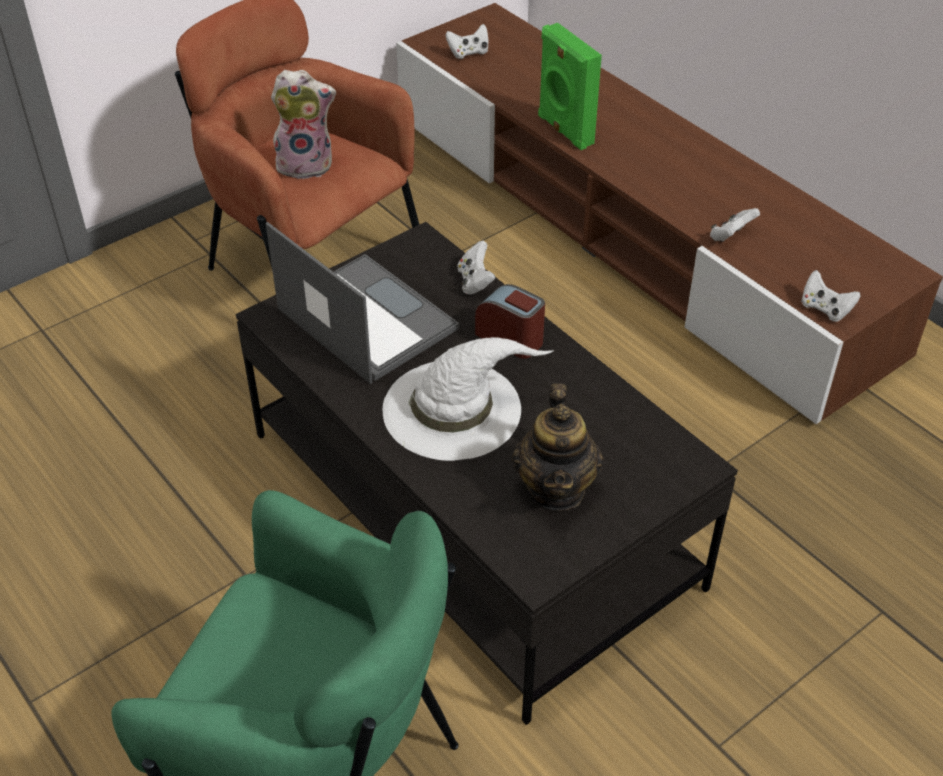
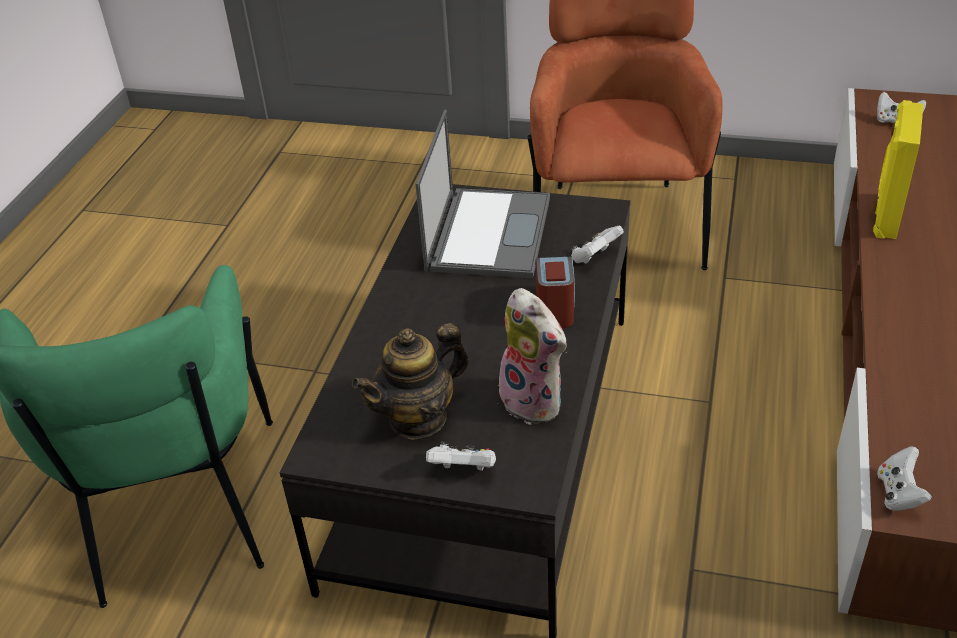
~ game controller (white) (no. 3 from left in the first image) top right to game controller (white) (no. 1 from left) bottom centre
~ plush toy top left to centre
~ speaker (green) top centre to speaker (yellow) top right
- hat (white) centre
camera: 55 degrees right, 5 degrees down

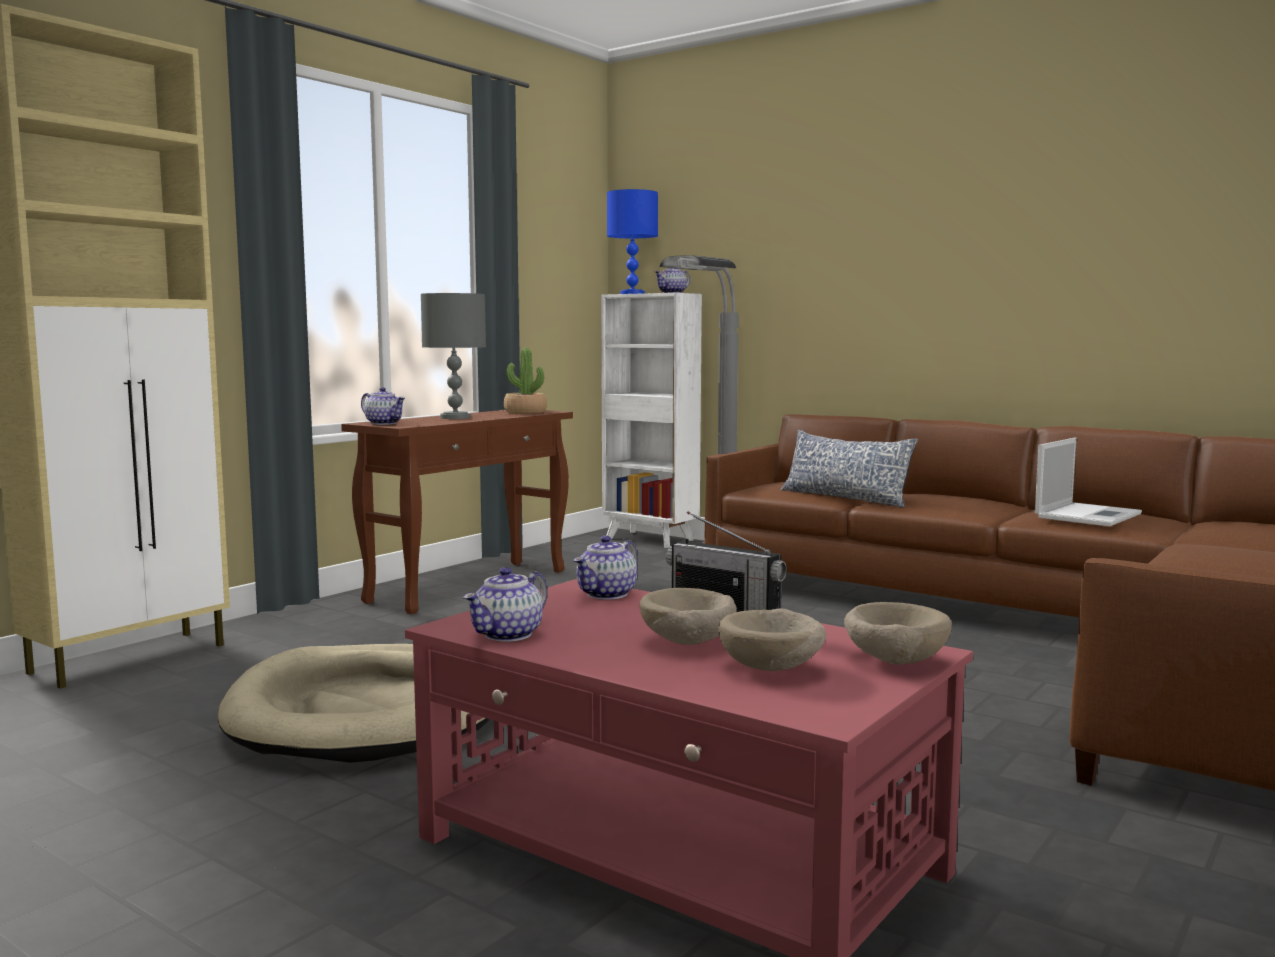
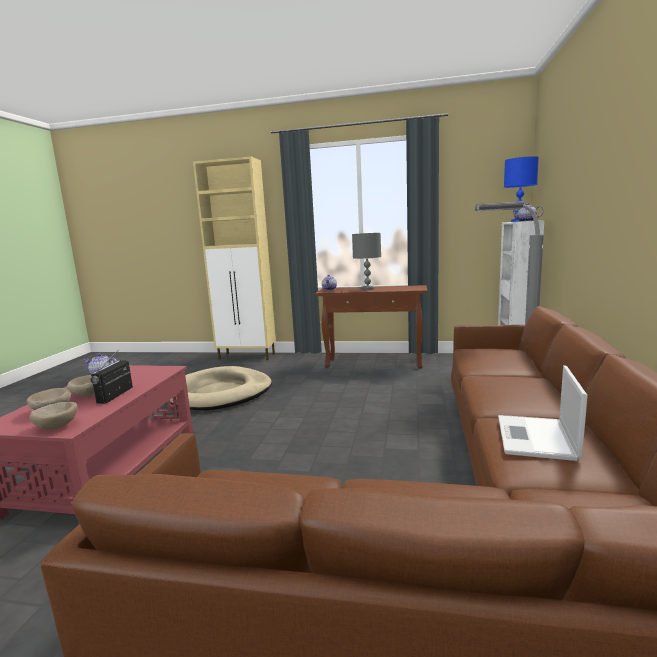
~ laptop middle right = middle right 90 degrees clockwise
- potted plant centre
- teapot (no. 3 from left) centre
- pillow centre
camera: 65 degrees right, 5 degrees up

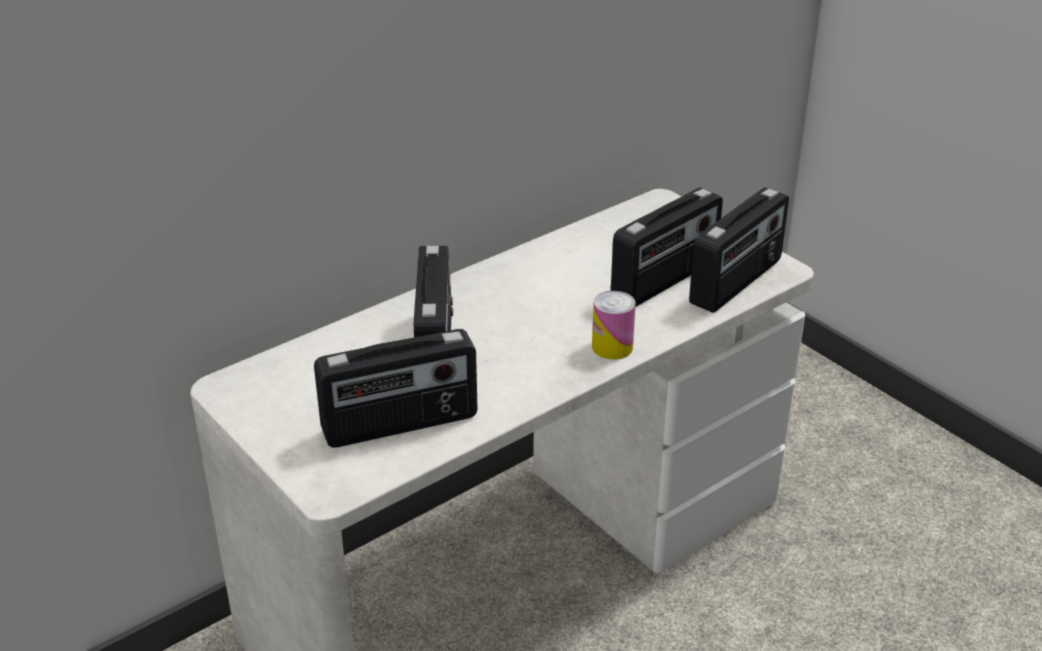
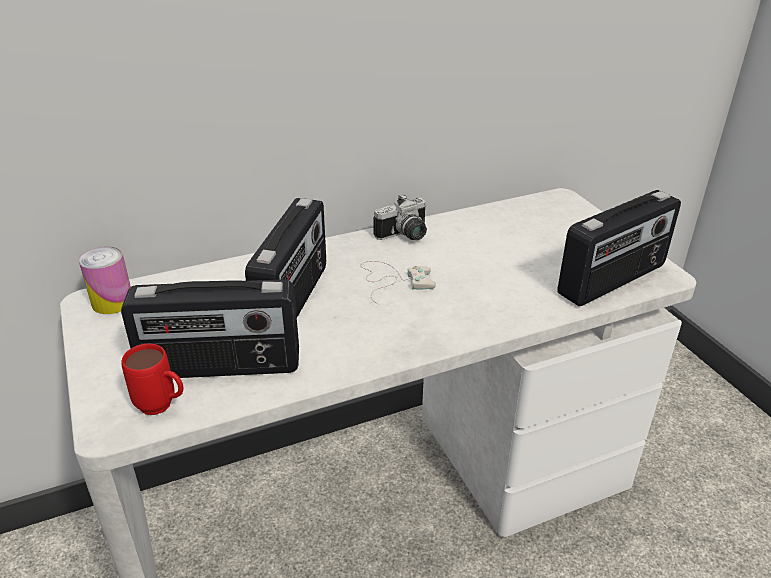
~ can centre to middle left
+ mug (red) middle left
+ game controller (white) centre
+ photo camera centre
- radio (no. 3 from left) centre
camera: 15 degrees right, 0 degrees up

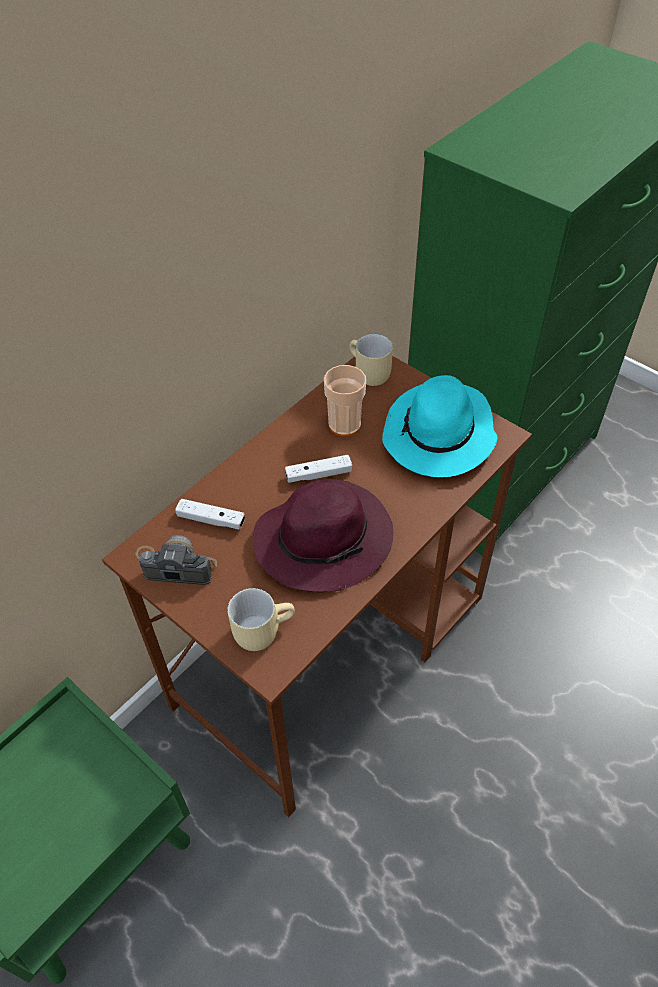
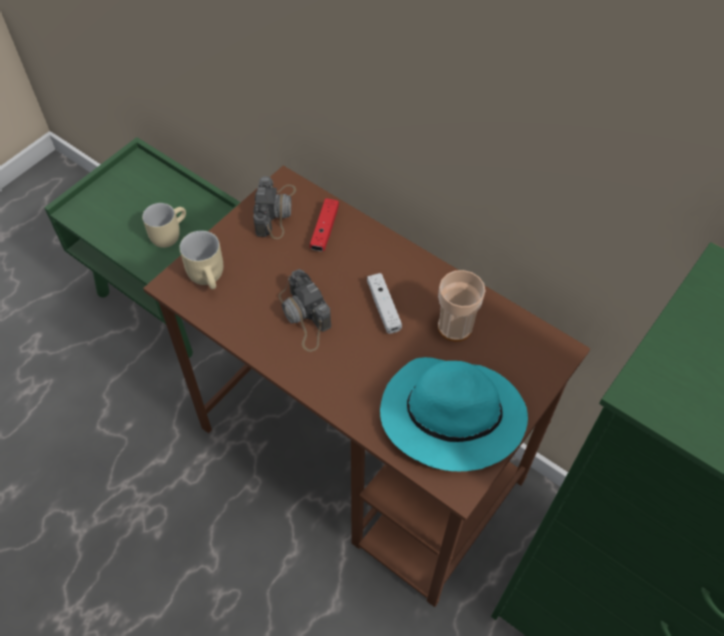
~ mug (beige) (no. 2 from left in the first image) centre to mug (beige) (no. 1 from left) middle left
~ hat (purple) centre to photo camera (no. 2 from left) centre
~ game controller (white) (no. 1 from left) middle left to game controller (red) centre
camera: 85 degrees right, 5 degrees up

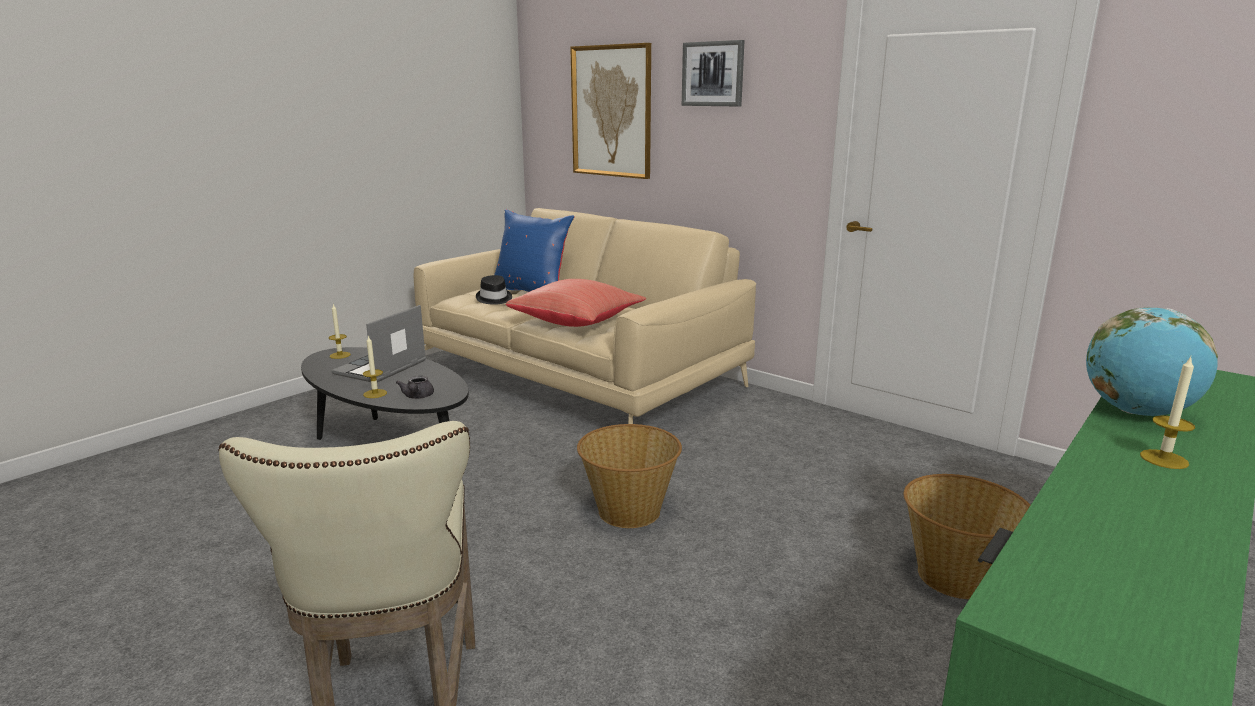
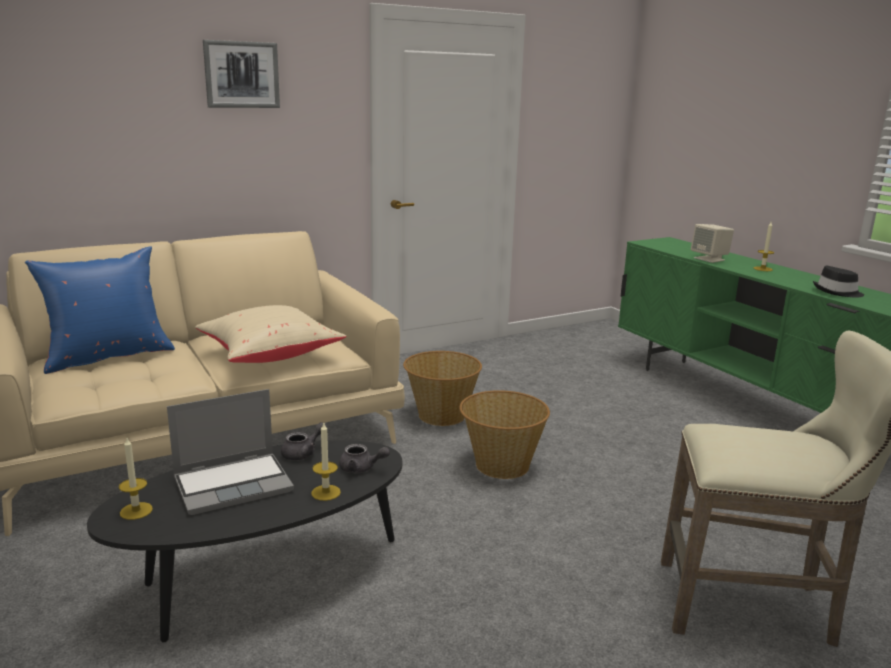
~ laptop middle left = bottom left 75 degrees counterclockwise
~ pillow (red) centre to pillow (beige) middle left
+ teapot (grey) (no. 1 from left) centre
~ basket (no. 2 from left in the first image) bottom right to basket (no. 1 from left) centre
~ globe middle right to speaker (beige) middle right
~ hat (black) centre to middle right
- picture (no. 1 from left) top centre
camera: 70 degrees left, 0 degrees up

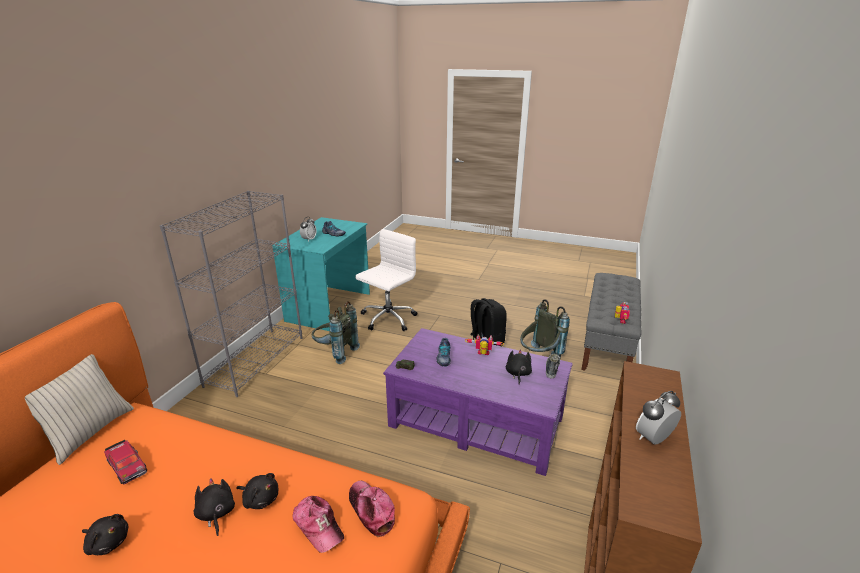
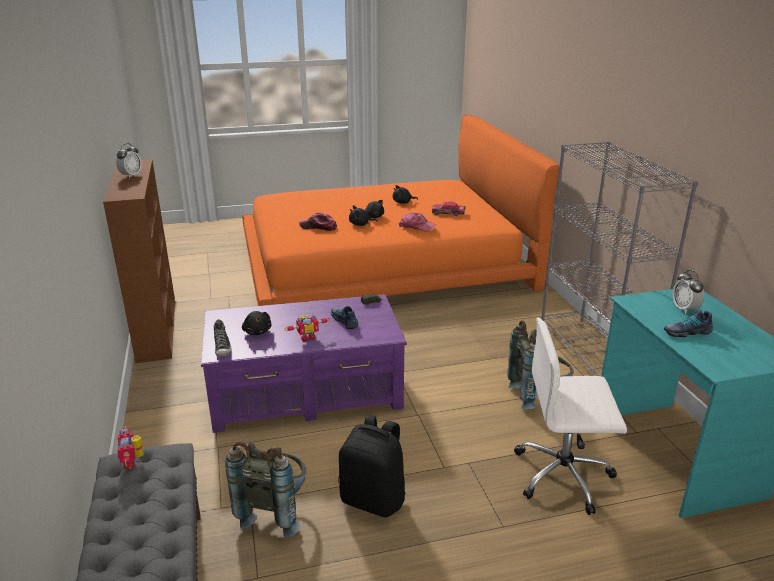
~ cap (no. 2 from left) bottom centre to centre
~ office chair (white) centre = bottom right 90 degrees clockwise
- pillow (beige) bottom left
camera: 145 degrees right, 0 degrees up

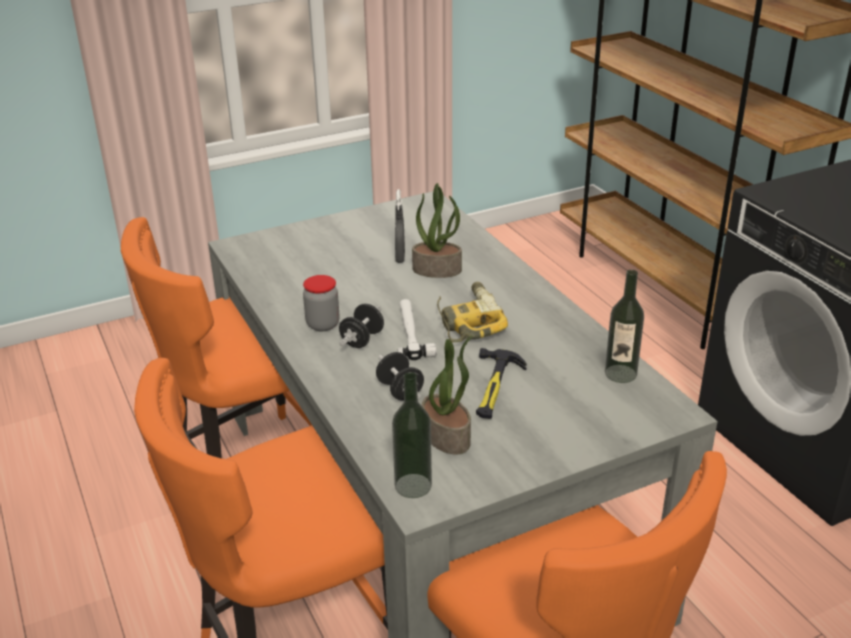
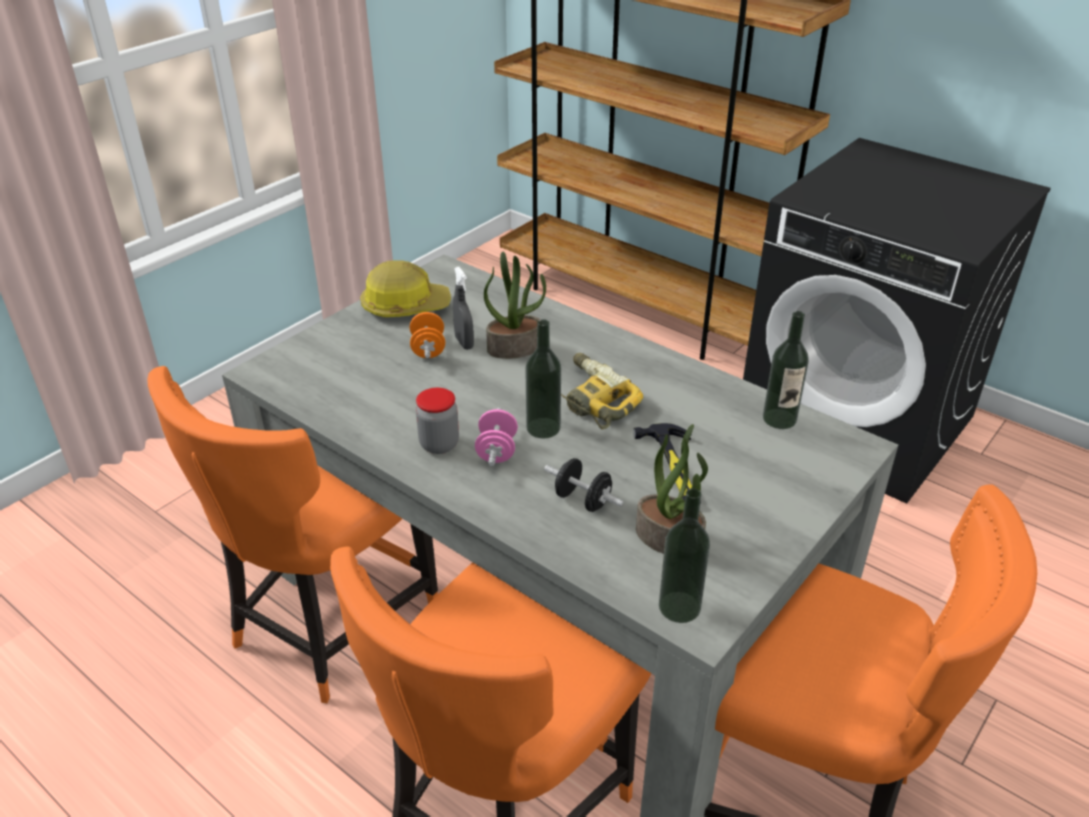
+ hard hat centre
+ dumbbell (orange) centre
~ dumbbell (black) (no. 1 from left) centre to dumbbell (pink) centre
~ hammer (no. 1 from left) centre to bottle (no. 1 from left) centre
camera: 25 degrees left, 5 degrees up

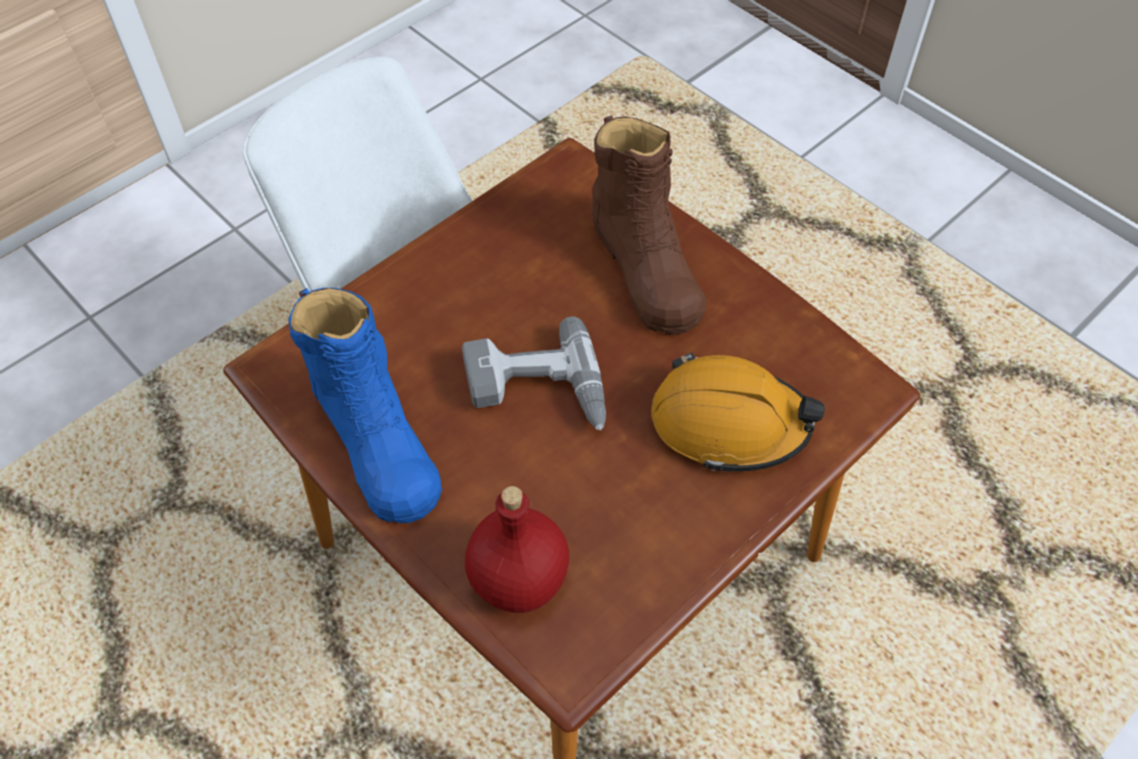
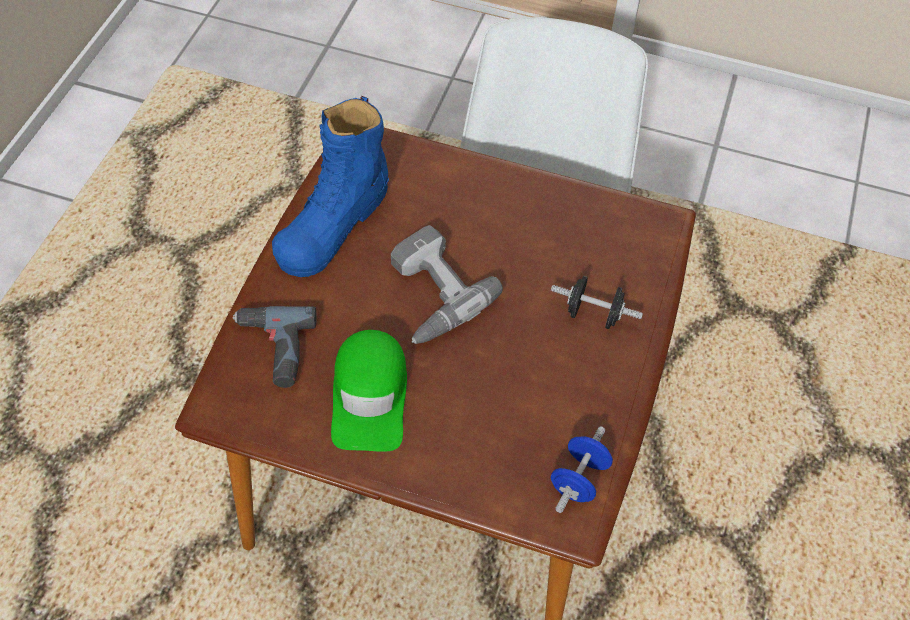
~ bottle (red) bottom centre to power drill (no. 1 from left) middle left
+ cap (green) centre
~ boot (brown) top centre to dumbbell (black) centre
+ dumbbell (blue) bottom centre
- hard hat (orange) centre
camera: 60 degrees right, 0 degrees up

